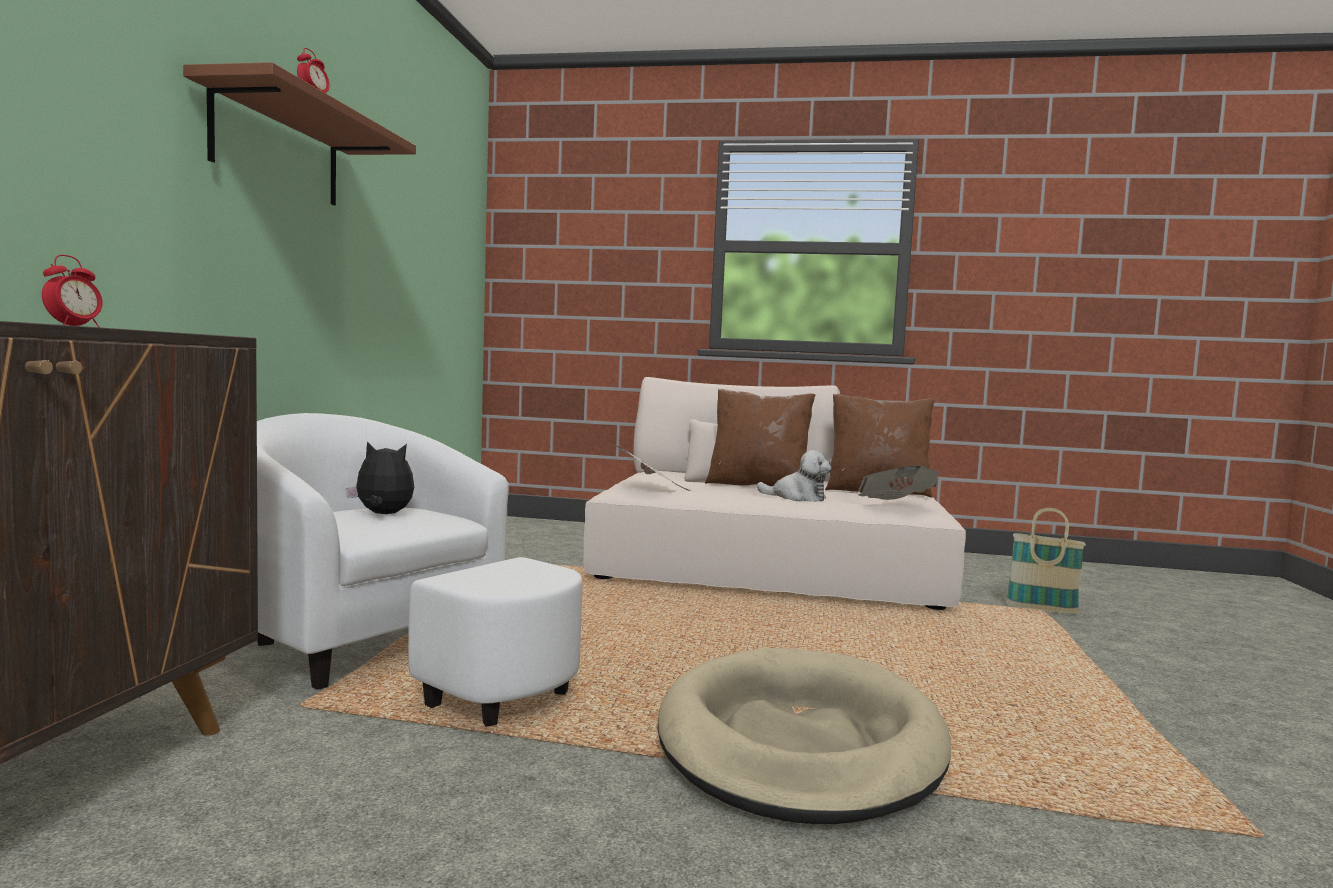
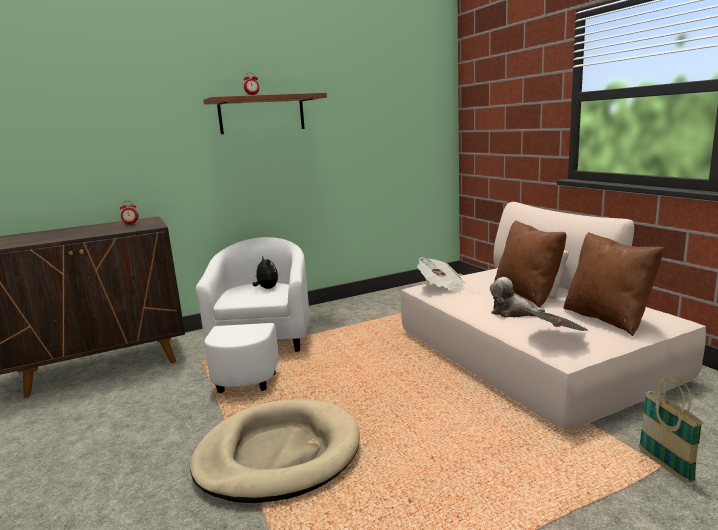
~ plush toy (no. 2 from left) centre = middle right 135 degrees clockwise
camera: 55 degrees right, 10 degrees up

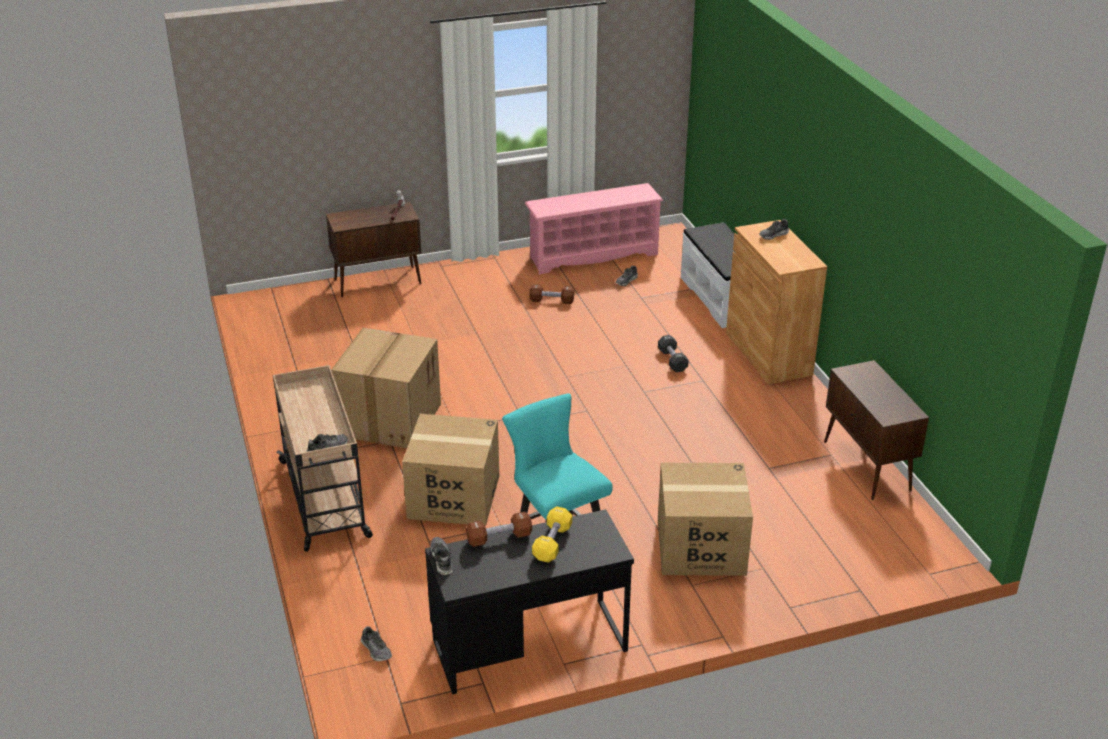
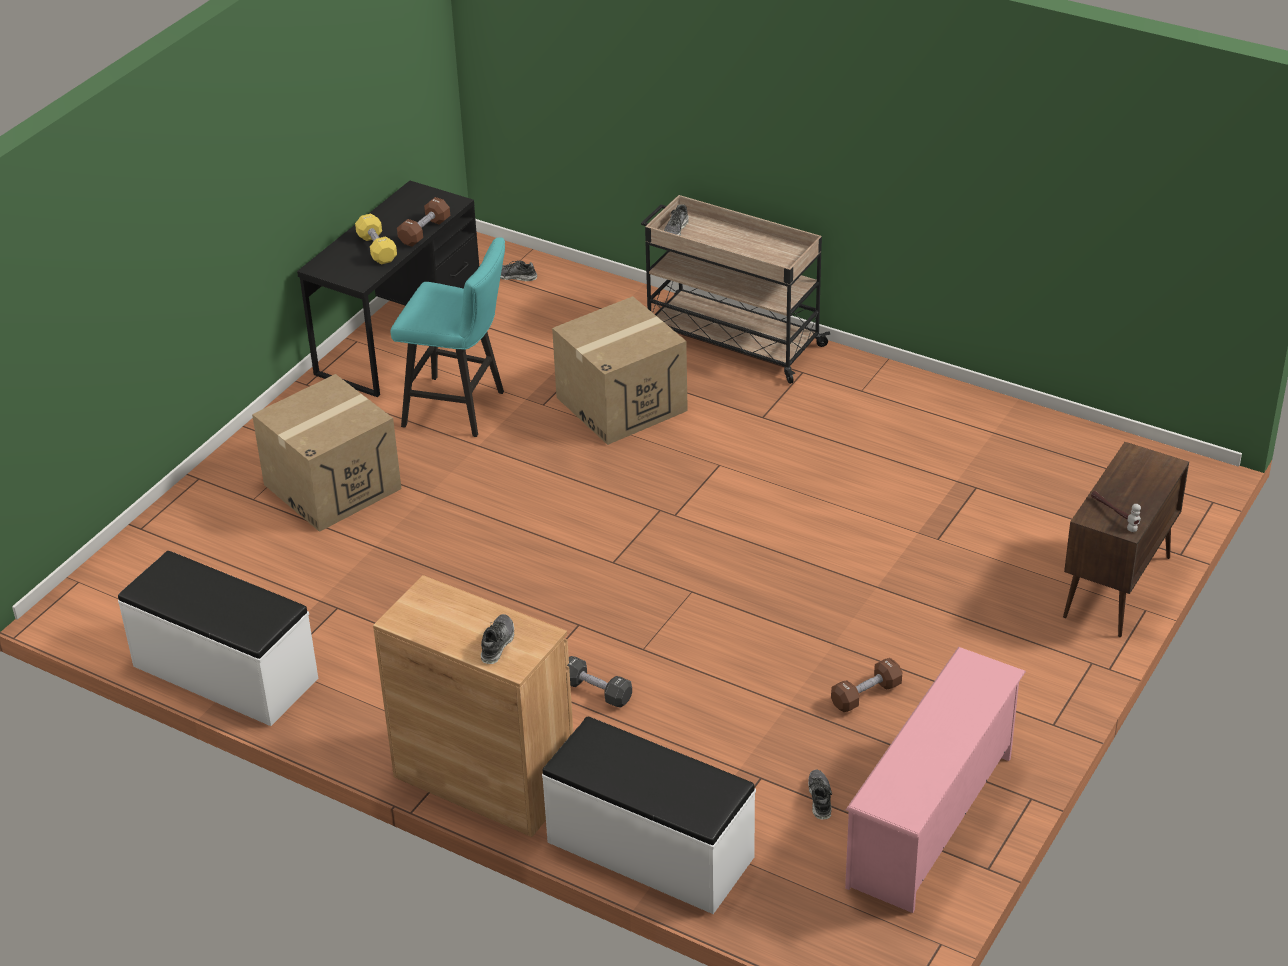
~ cabinet (brown) (no. 3 from left) middle right to bench (white) (no. 1 from left) middle left
- cardboard box (no. 1 from left) centre
- shoe (no. 3 from left) bottom centre
camera: 140 degrees right, 5 degrees up

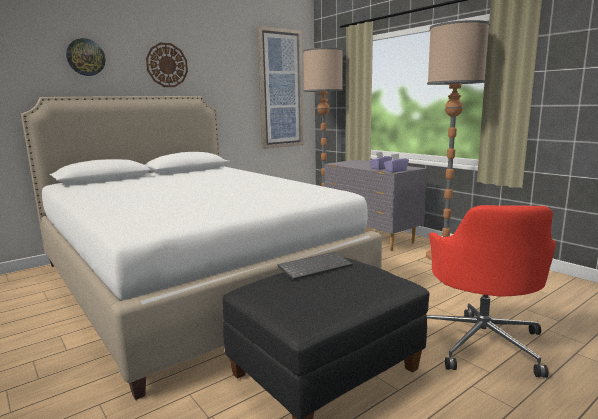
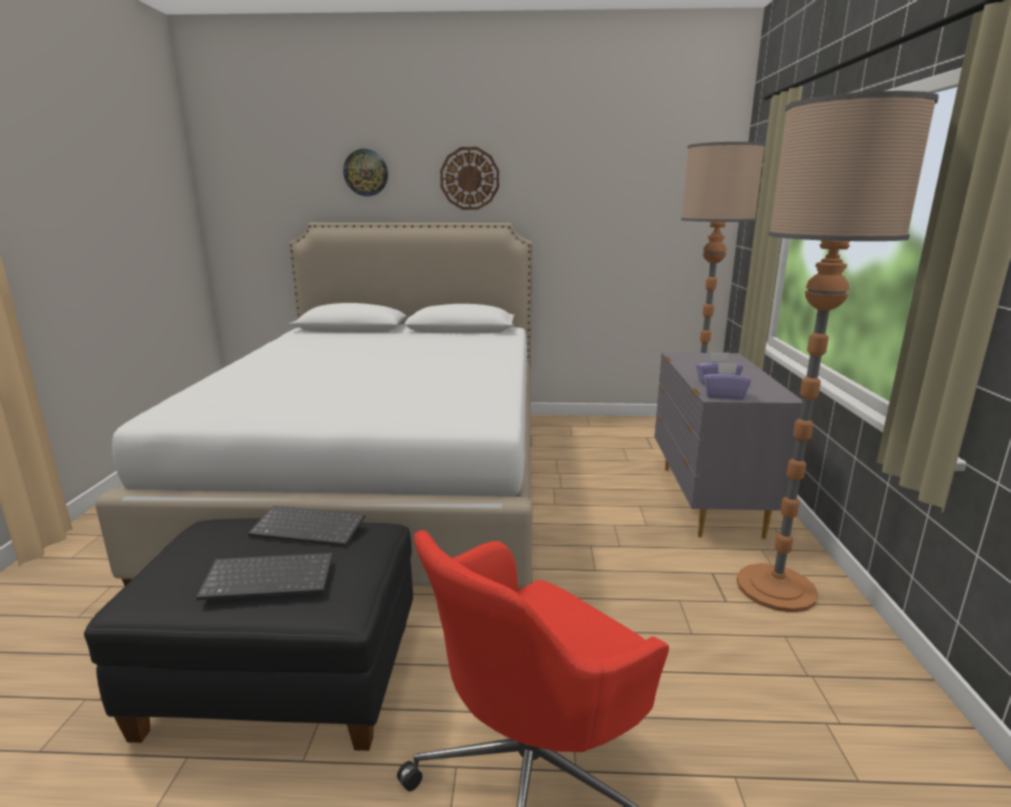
+ keyboard (no. 1 from left) bottom left
- picture top centre
camera: 40 degrees right, 5 degrees up

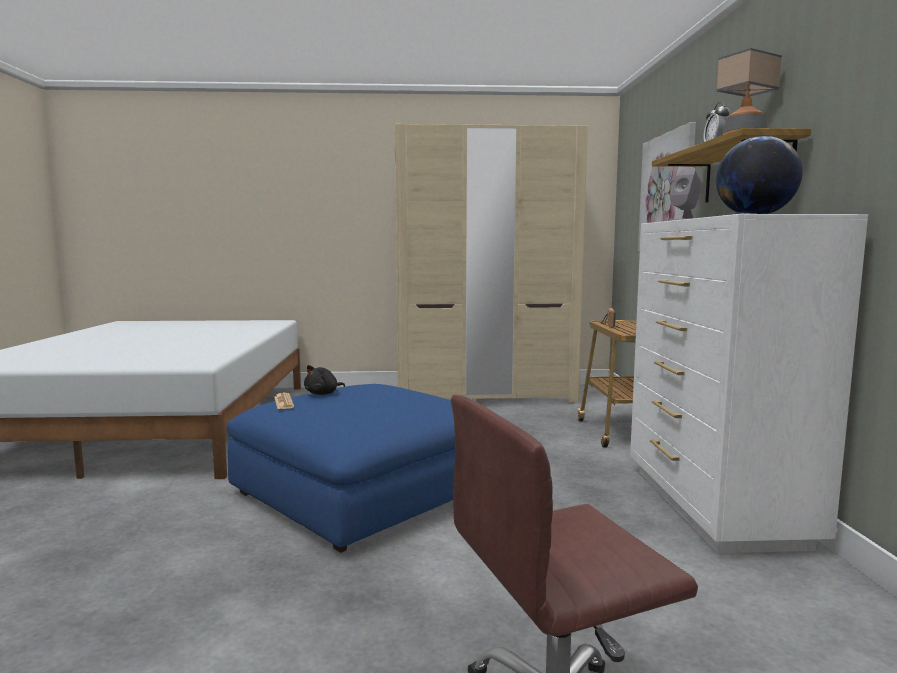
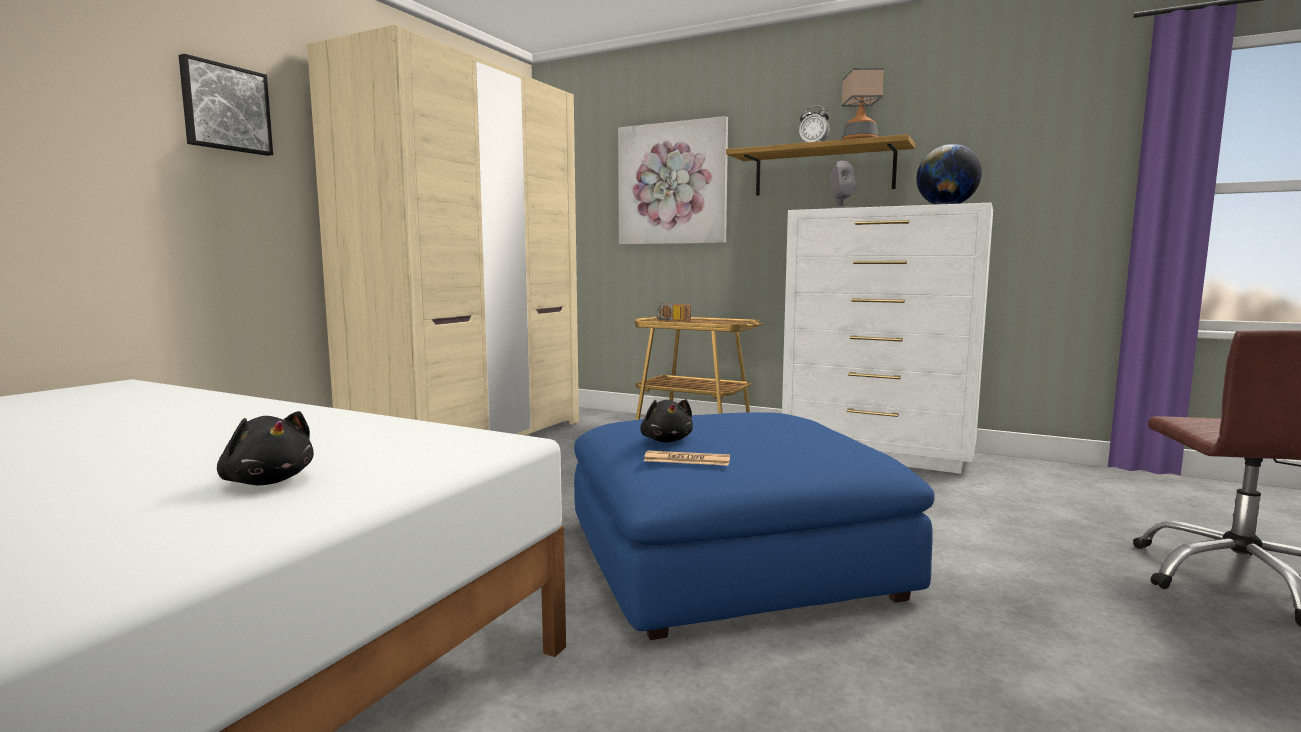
+ picture (no. 1 from left) top left
+ plush toy (black) (no. 1 from left) middle left
camera: 60 degrees left, 0 degrees up

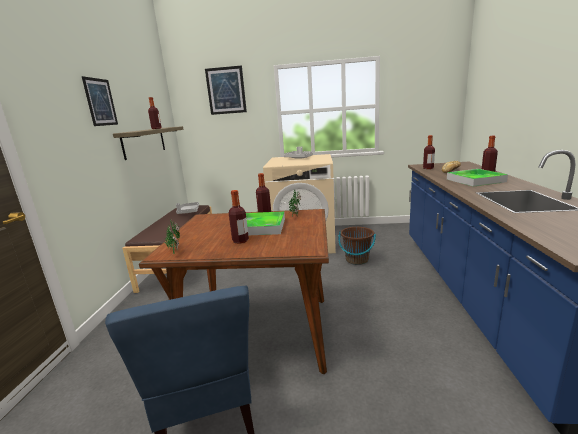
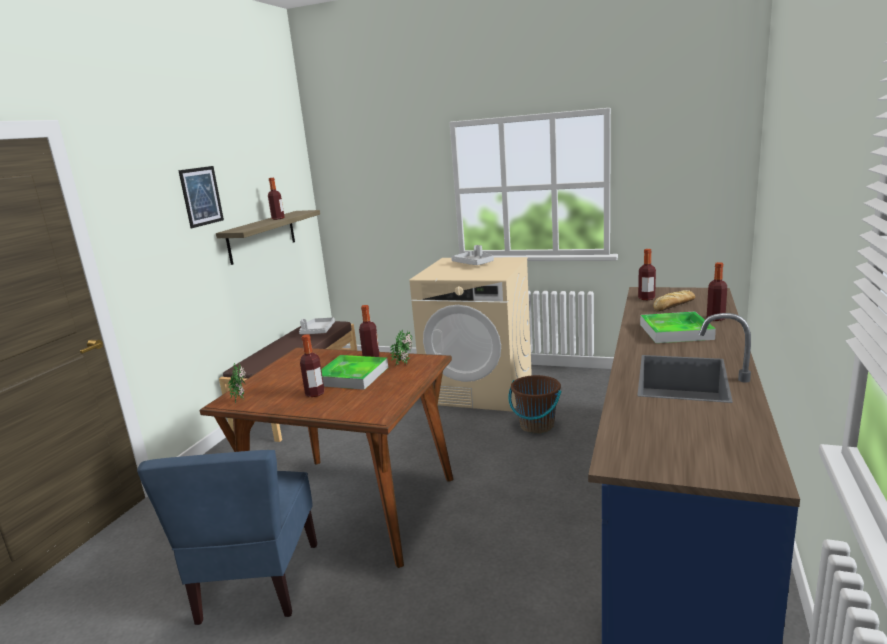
- picture (no. 2 from left) top centre
camera: 15 degrees right, 0 degrees up

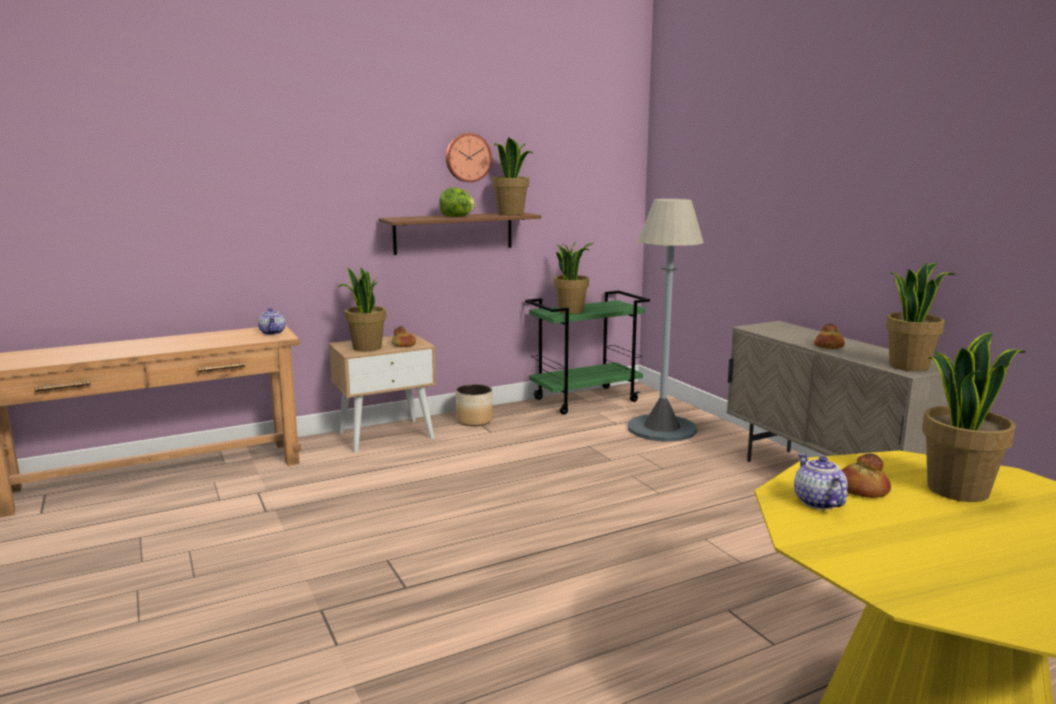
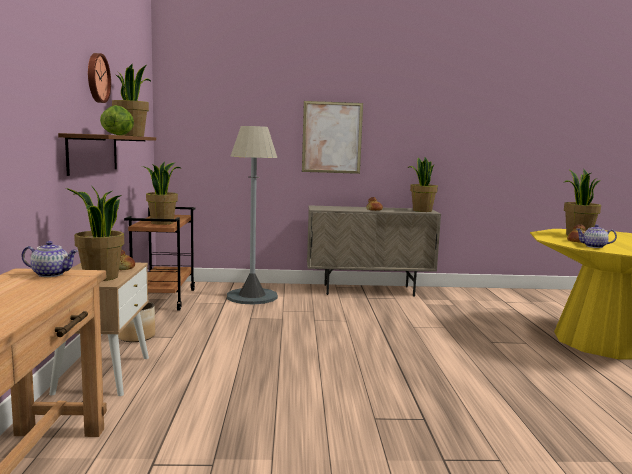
~ cart (green) centre to cart (brown) middle left
+ picture top centre
camera: 65 degrees left, 5 degrees down

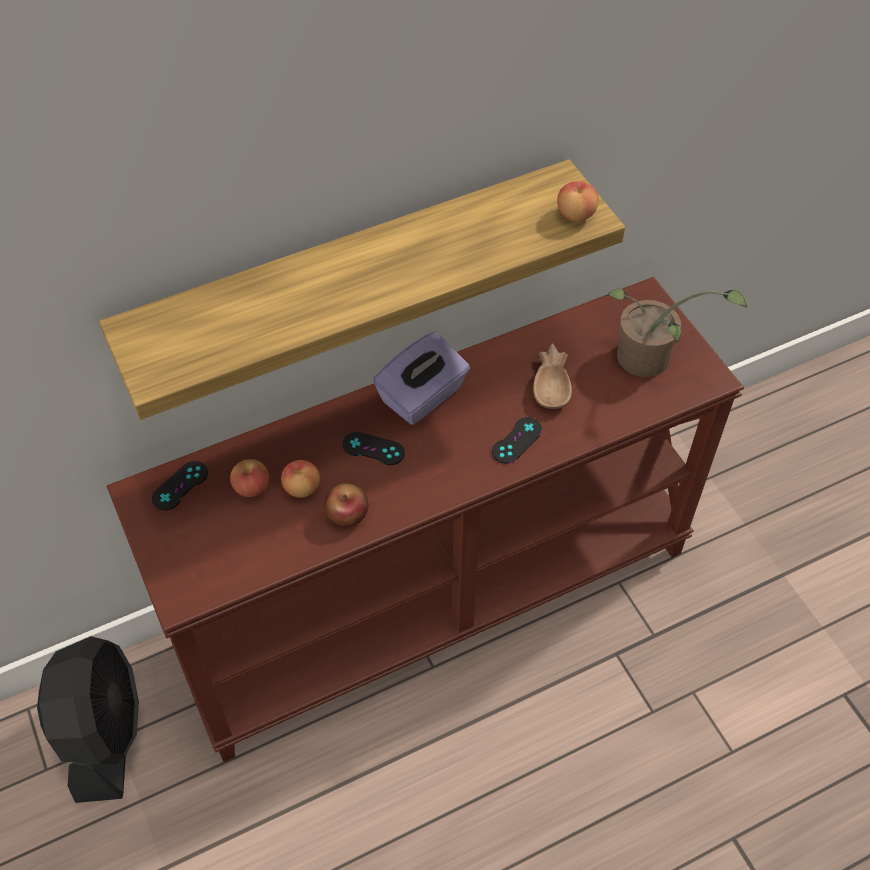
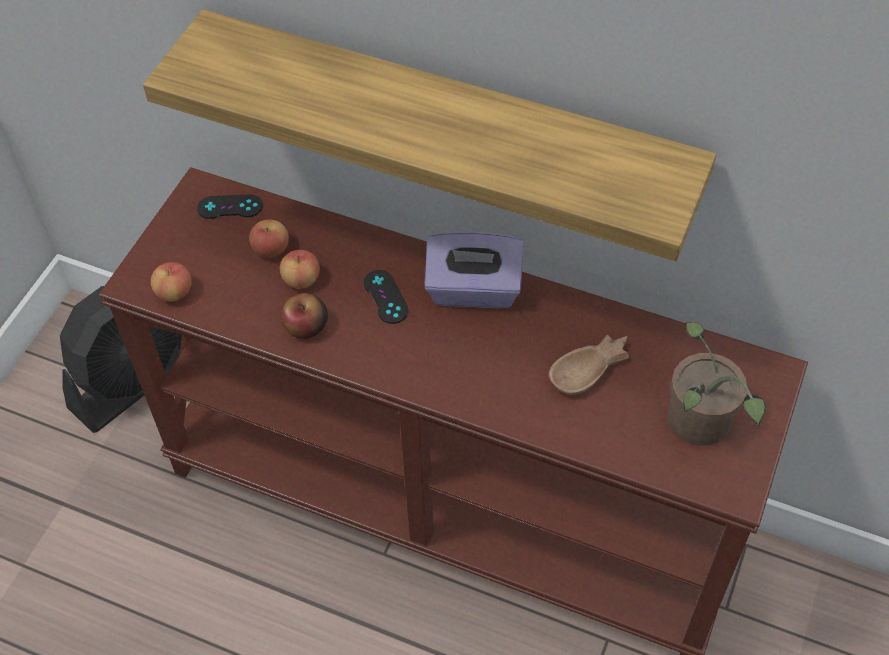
~ apple (no. 4 from left in the first image) top centre to apple (no. 1 from left) middle left
- game controller (black) (no. 3 from left) centre
camera: 50 degrees right, 0 degrees up

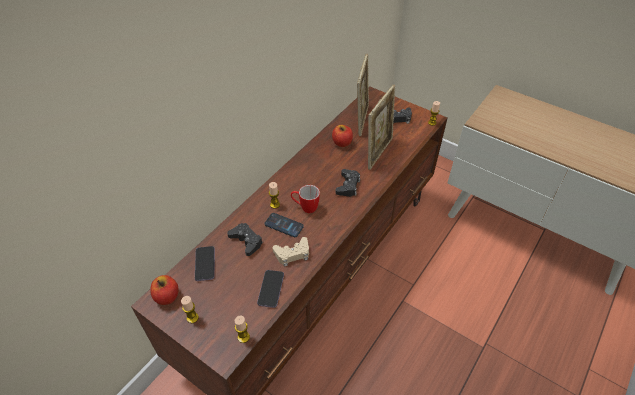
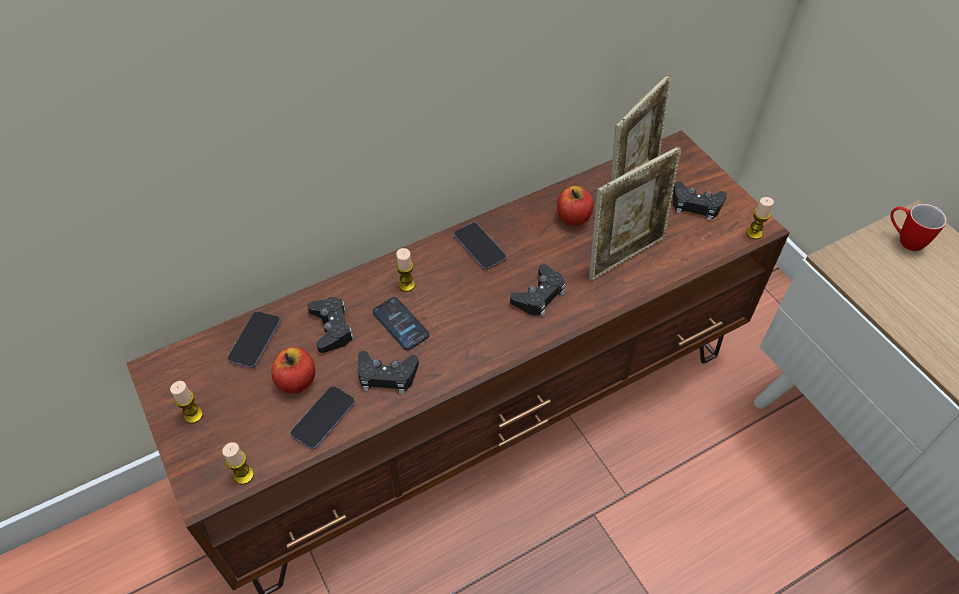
~ apple (no. 1 from left) bottom left to middle left
~ game controller (beige) centre to game controller (black) (no. 2 from left) centre
+ phone (no. 4 from left) centre
~ mug centre to middle right
camera: 25 degrees right, 5 degrees up

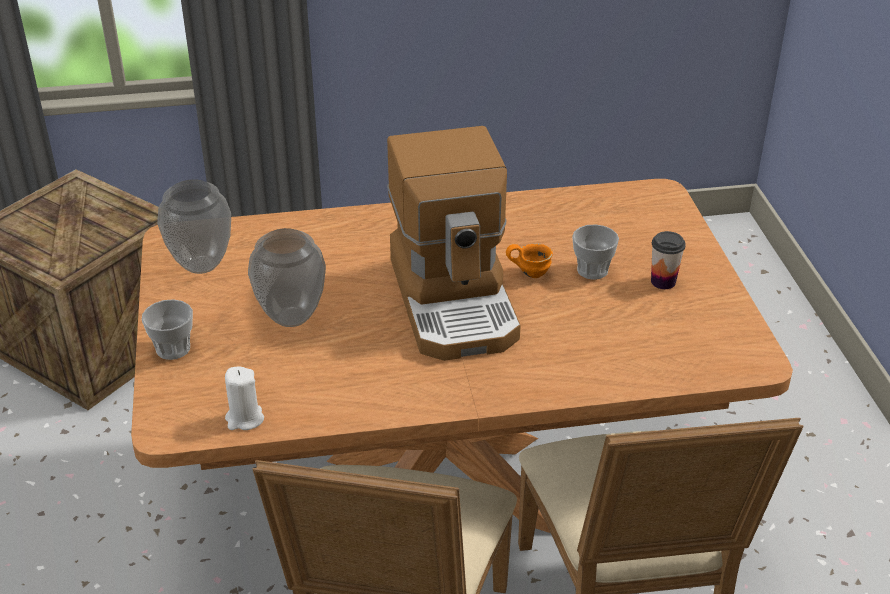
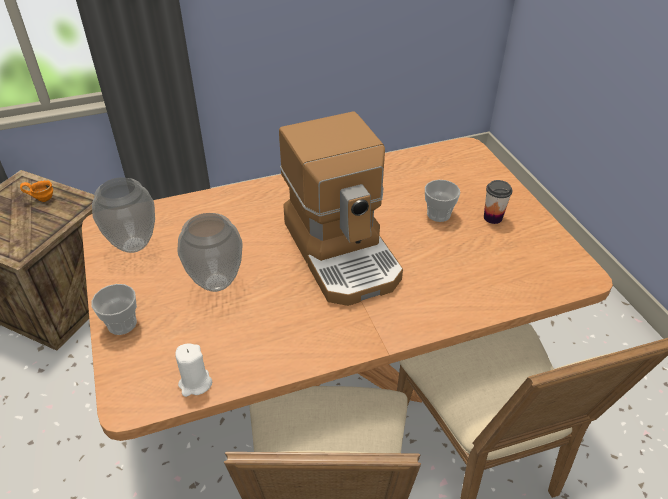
~ mug (orange) centre to middle left
camera: 10 degrees left, 5 degrees up

